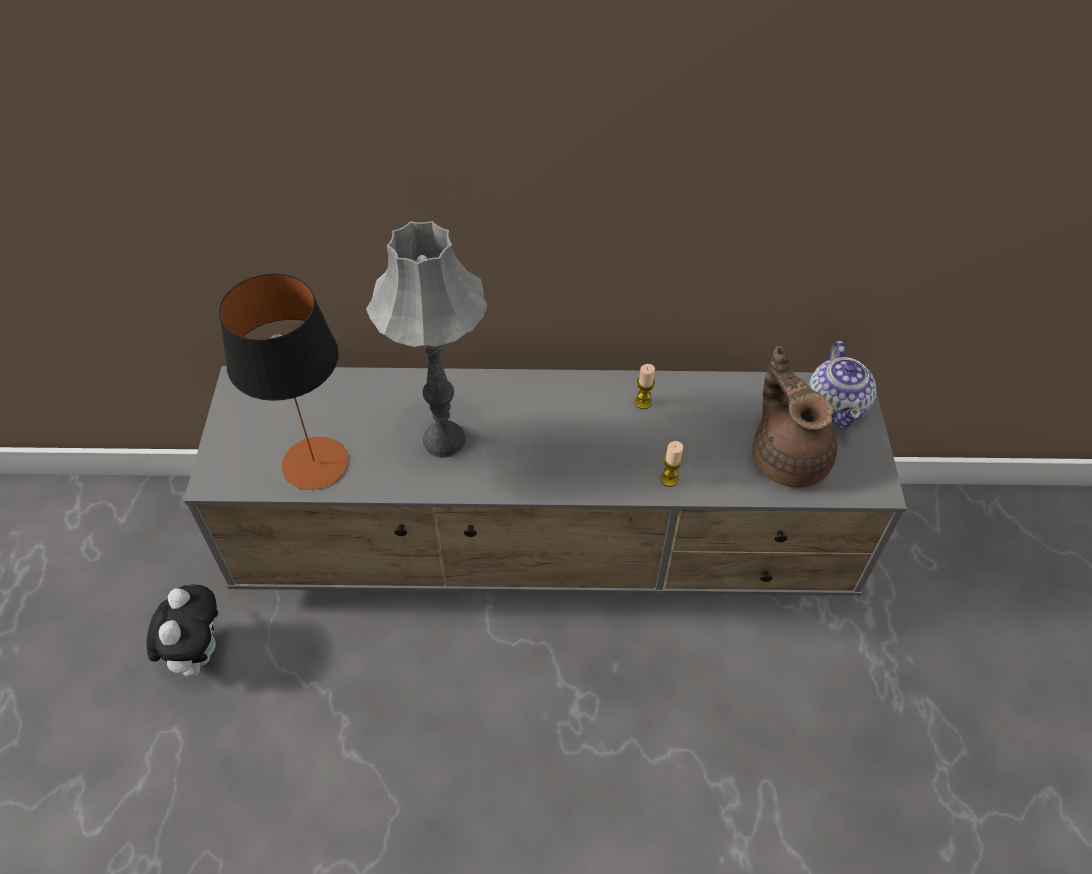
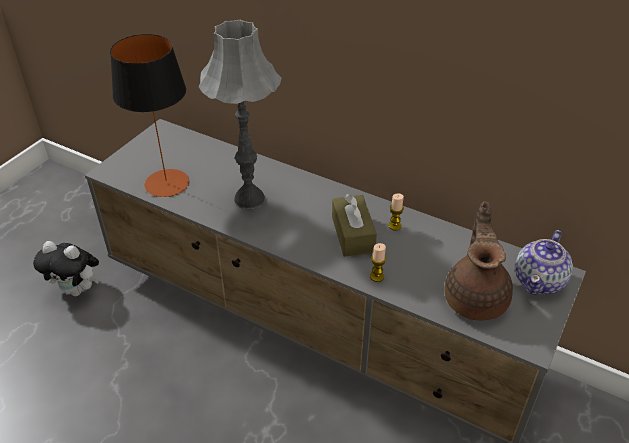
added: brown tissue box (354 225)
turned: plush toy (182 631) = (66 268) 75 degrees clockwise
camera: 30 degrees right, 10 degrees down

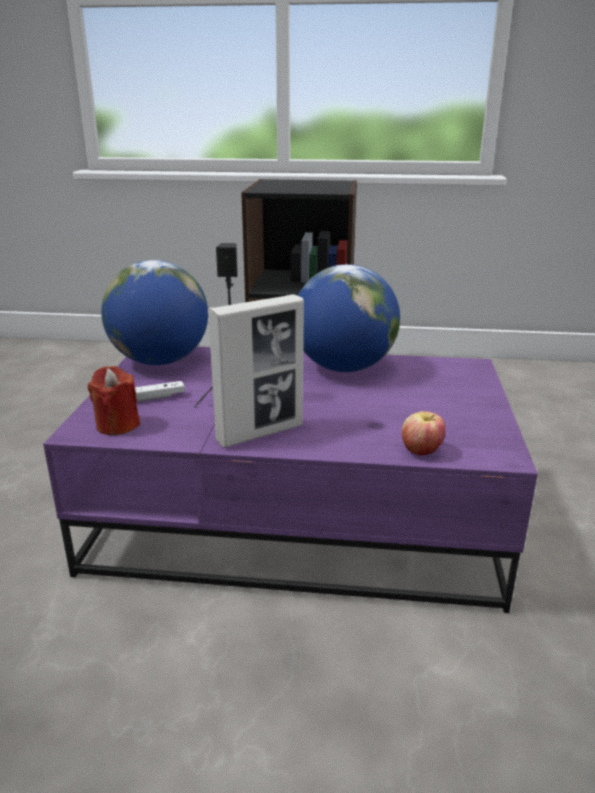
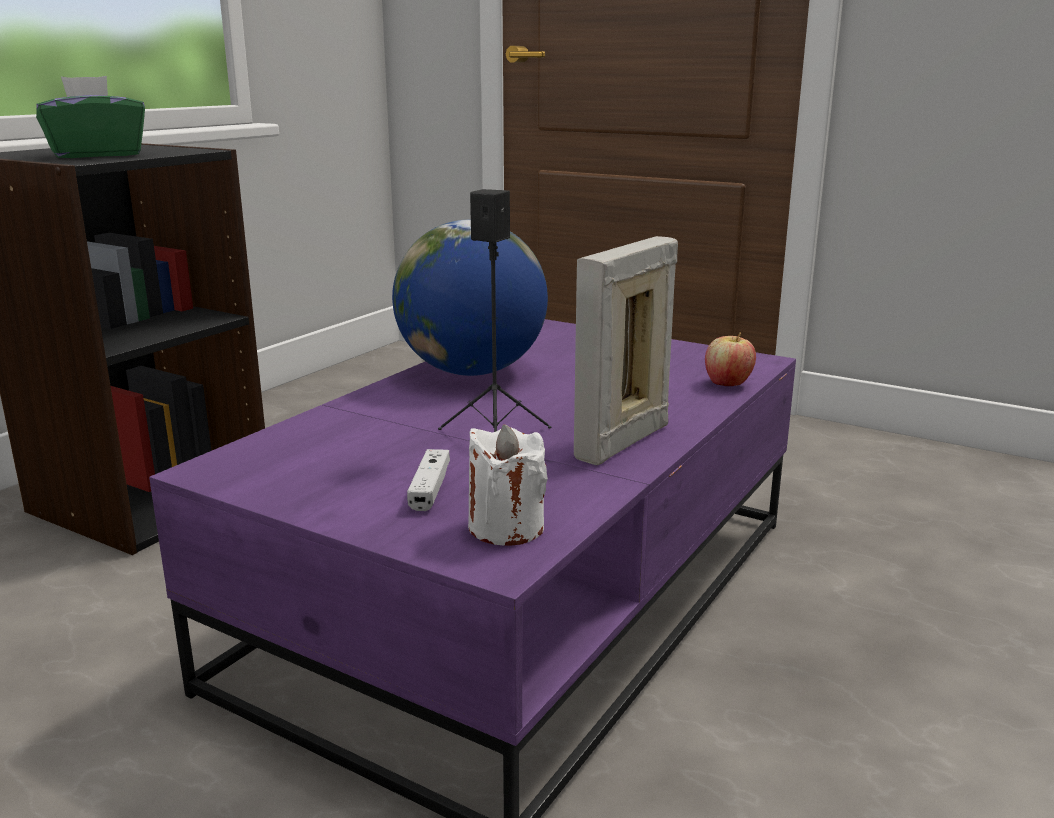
removed: globe (154 312)
added: green tissue box (90 117)
recoloured: red candle (114 400) to white candle (508 485)
turned: picture frame (256 371) = (626 350) 135 degrees counterclockwise
camera: 65 degrees left, 5 degrees down

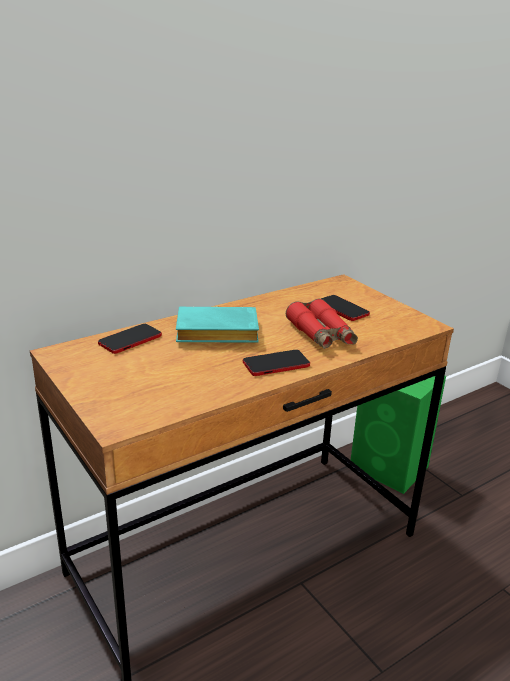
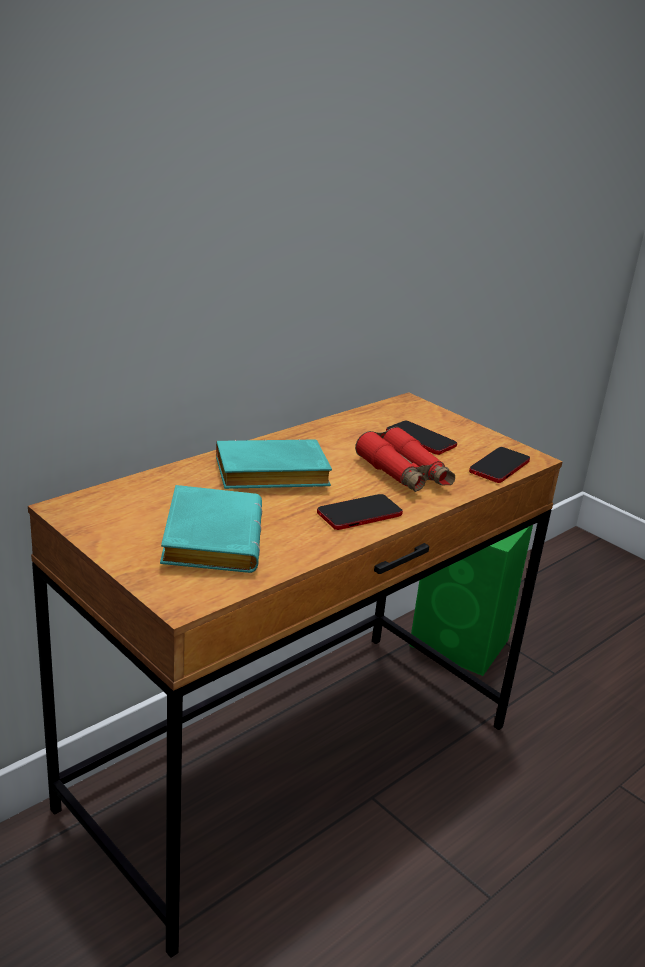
added: turquoise book (211 529)
moved: phone (130 339) to (499 465)
camera: 10 degrees left, 0 degrees up

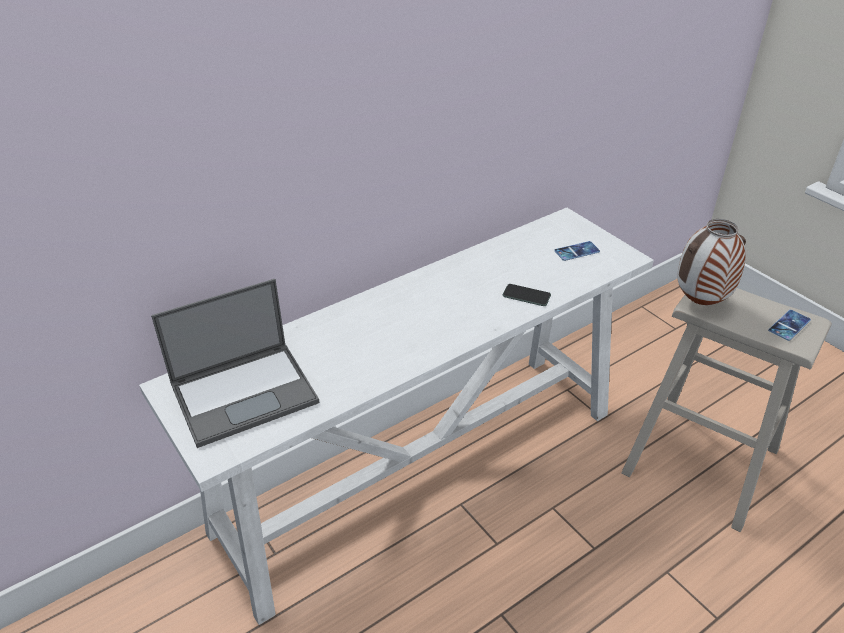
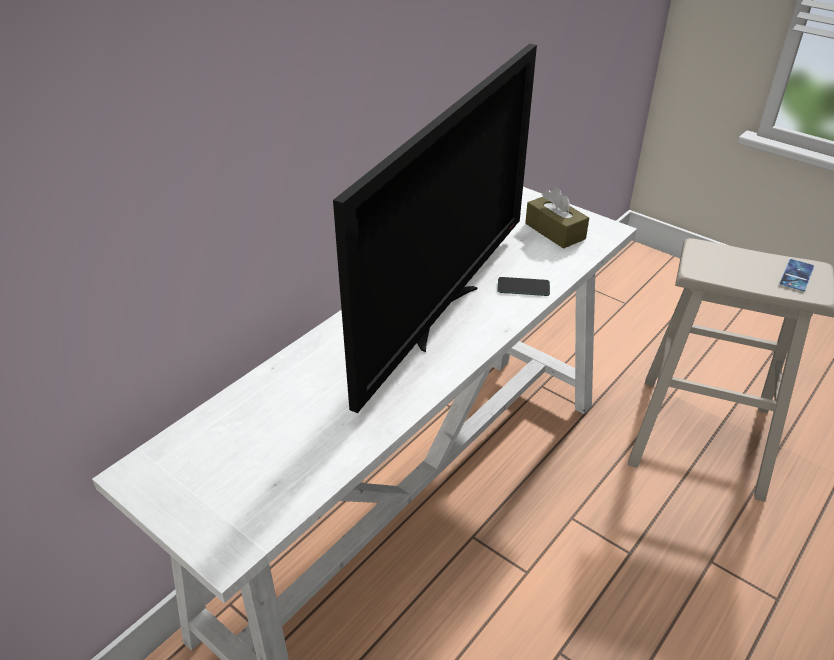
removed: laptop (235 363); vase (711 262)
added: television (435 228)
replaced: phone (577 251) to brown tissue box (557 218)
camera: 15 degrees left, 0 degrees up

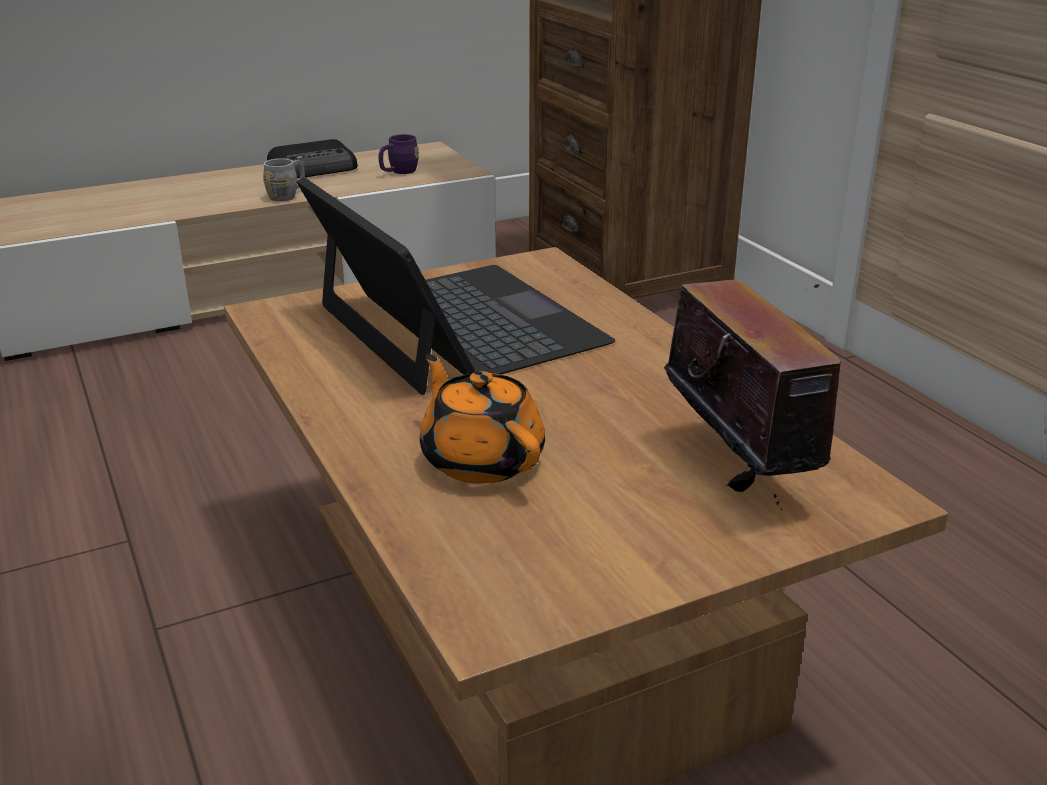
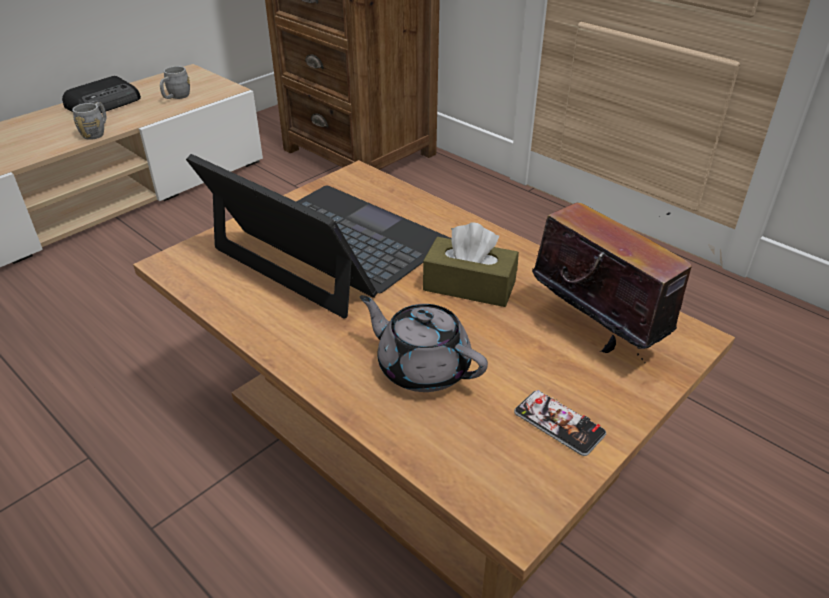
added: brown tissue box (471 264); phone (560 423)
recoloured: purple mug (399 154) to grey mug (175 82); orange teapot (482 419) to grey teapot (424 343)
camera: 20 degrees left, 10 degrees up

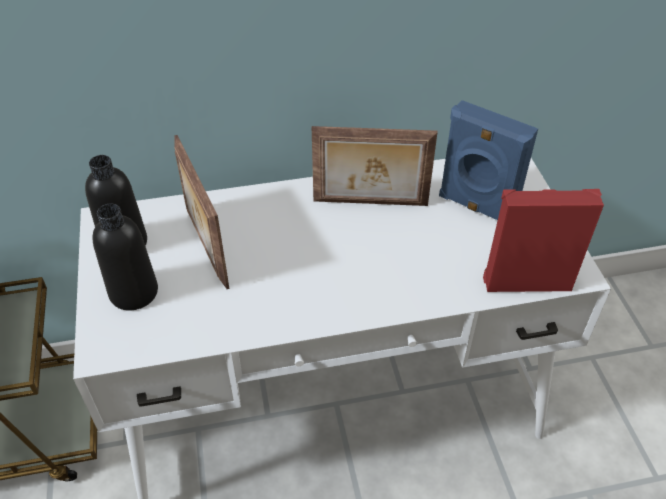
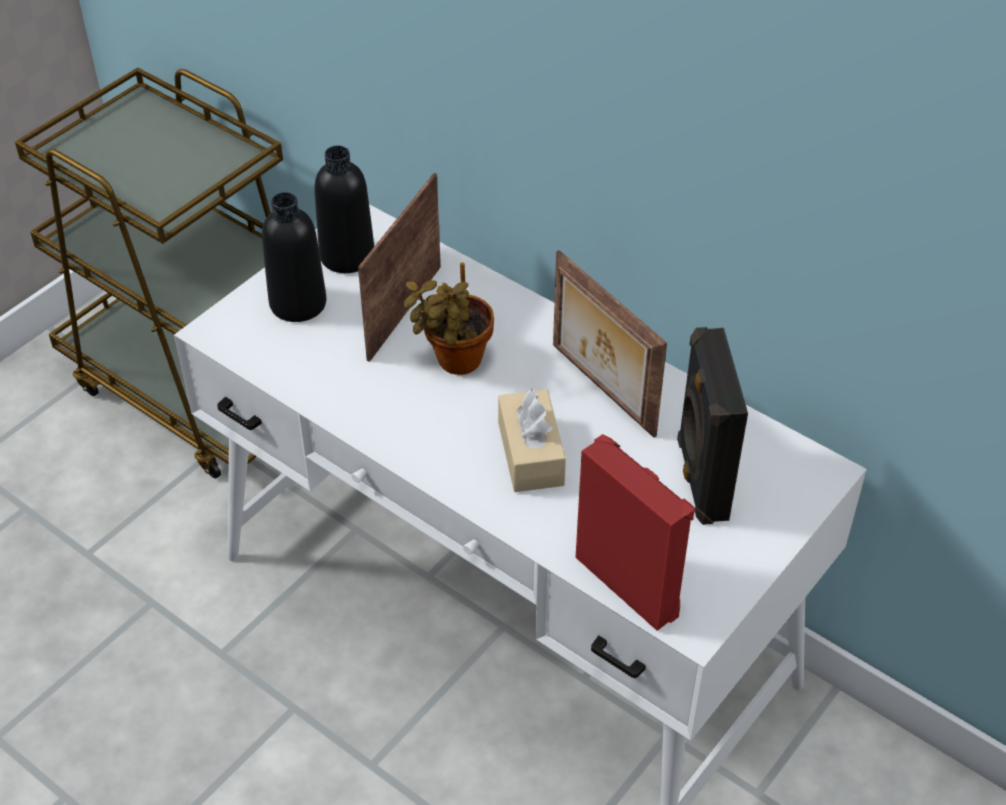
added: potted plant (448 318); beige tissue box (532 440)
recoloured: blue speaker (488 160) to black speaker (712 426)
camera: 50 degrees right, 0 degrees up

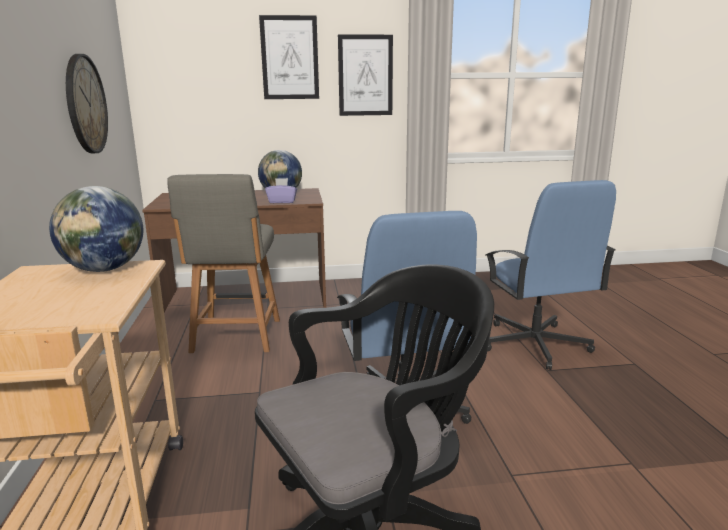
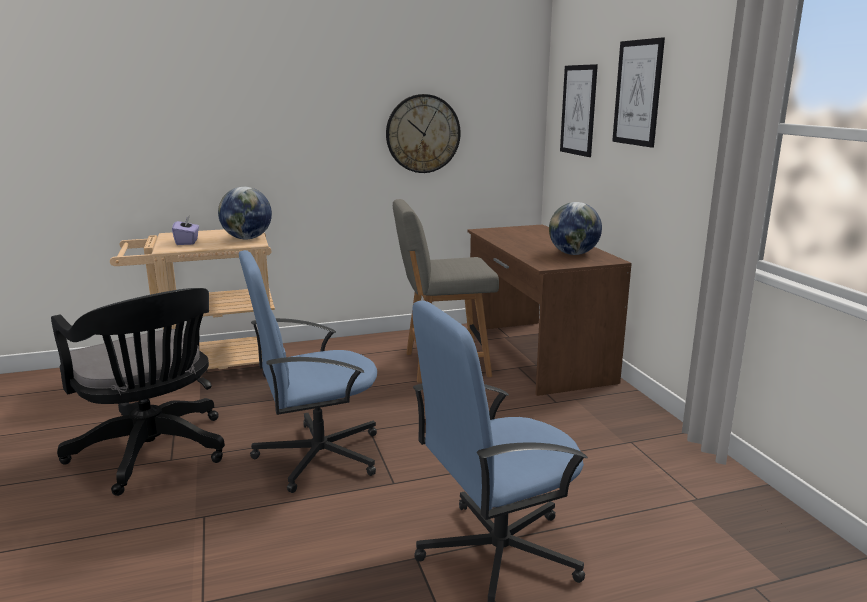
moved: purple tissue box (281 190) to (185 230); picture (365 75) to (579 110)
camera: 80 degrees right, 0 degrees up

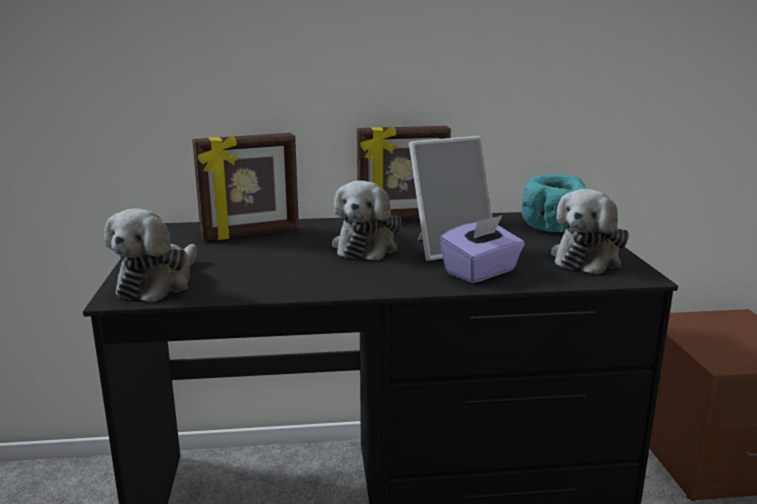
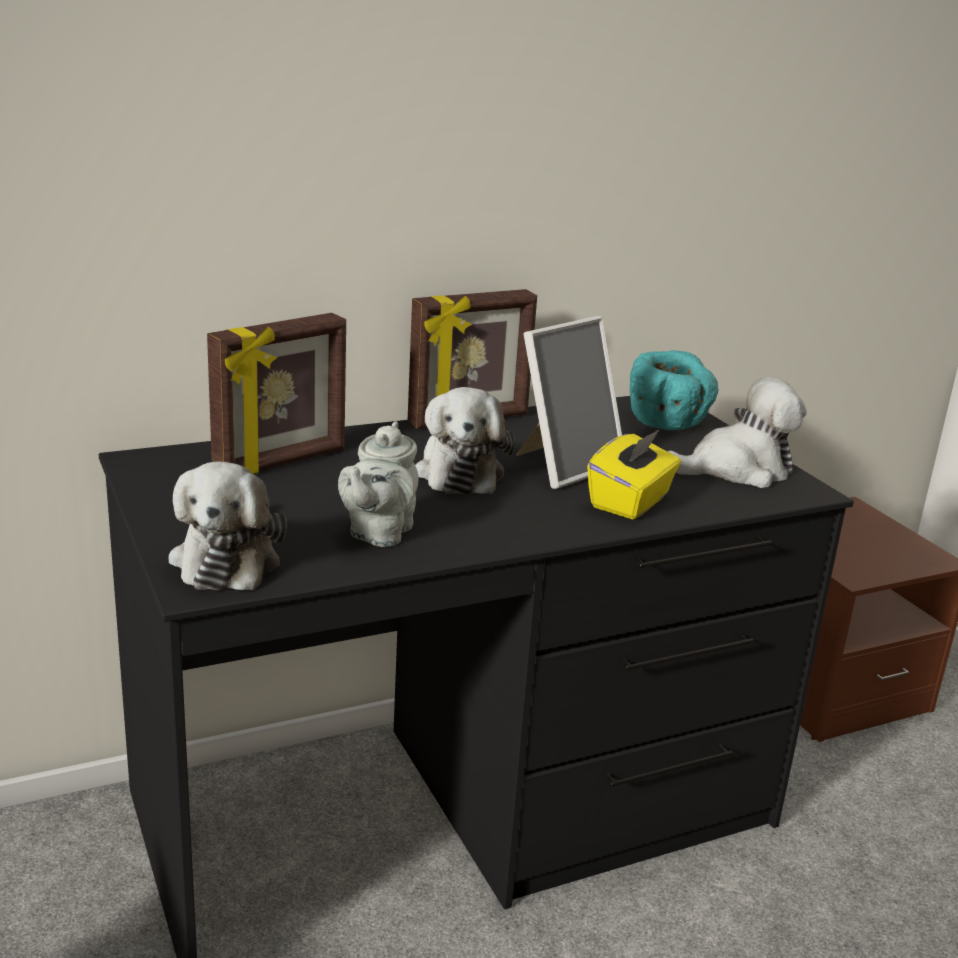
added: grey teapot (378 484)
recoloured: purple tissue box (482 249) to yellow tissue box (634 474)
turned: plush toy (590 231) = (737 432) 120 degrees counterclockwise
camera: 20 degrees left, 5 degrees up

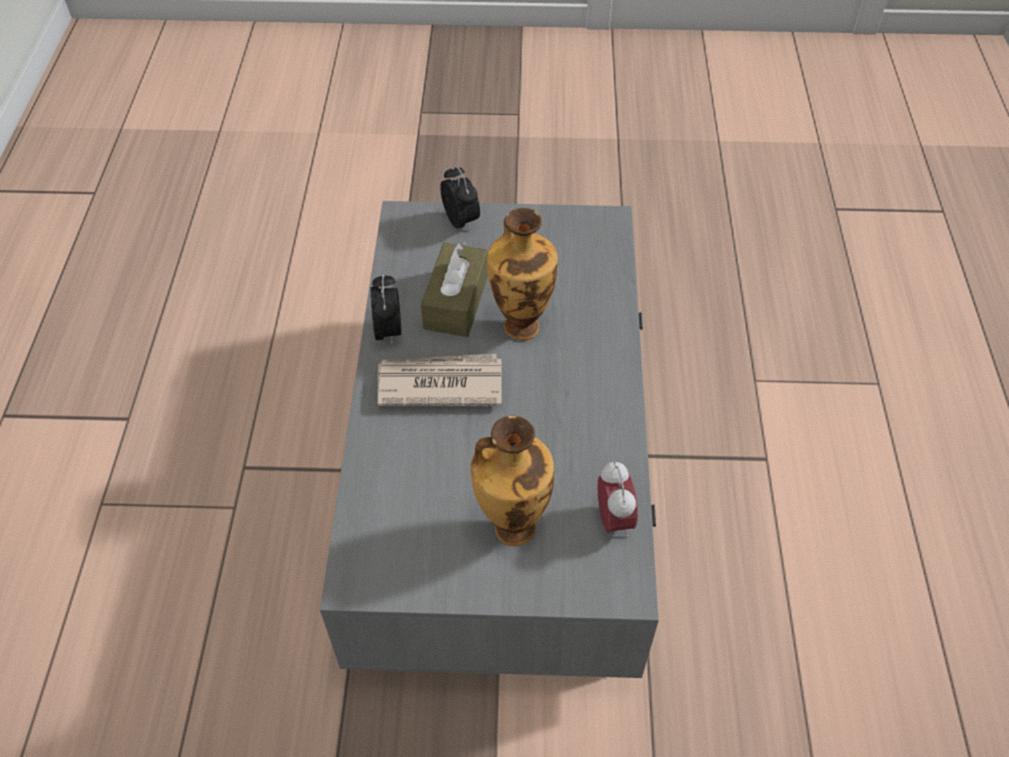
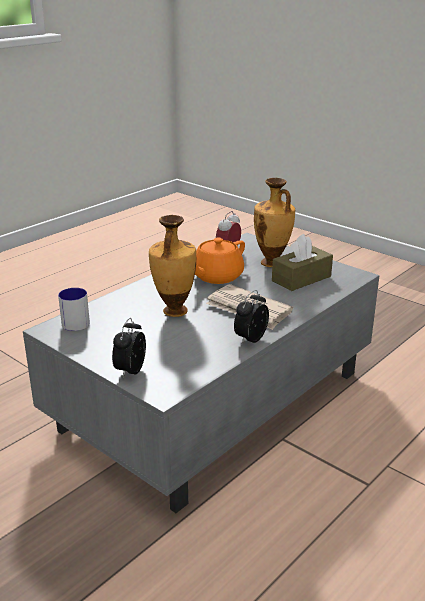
added: mug (74 309); orange teapot (220 261)
moved: brown tissue box (454 289) to (302 262)
camera: 140 degrees left, 25 degrees down

